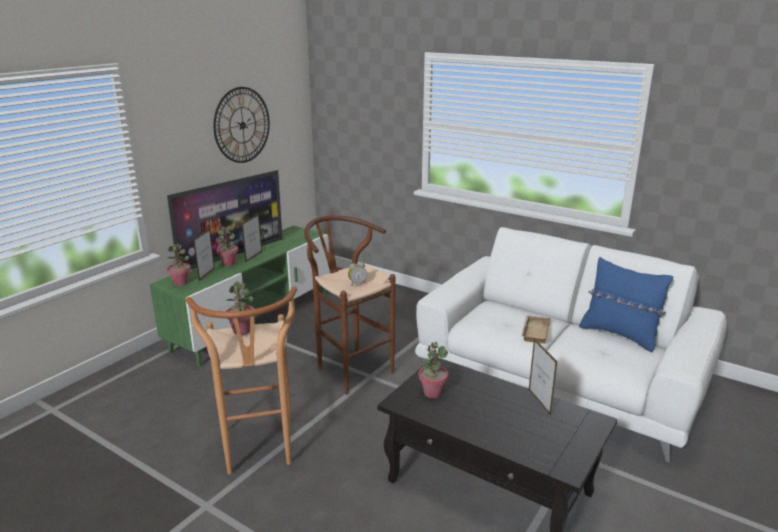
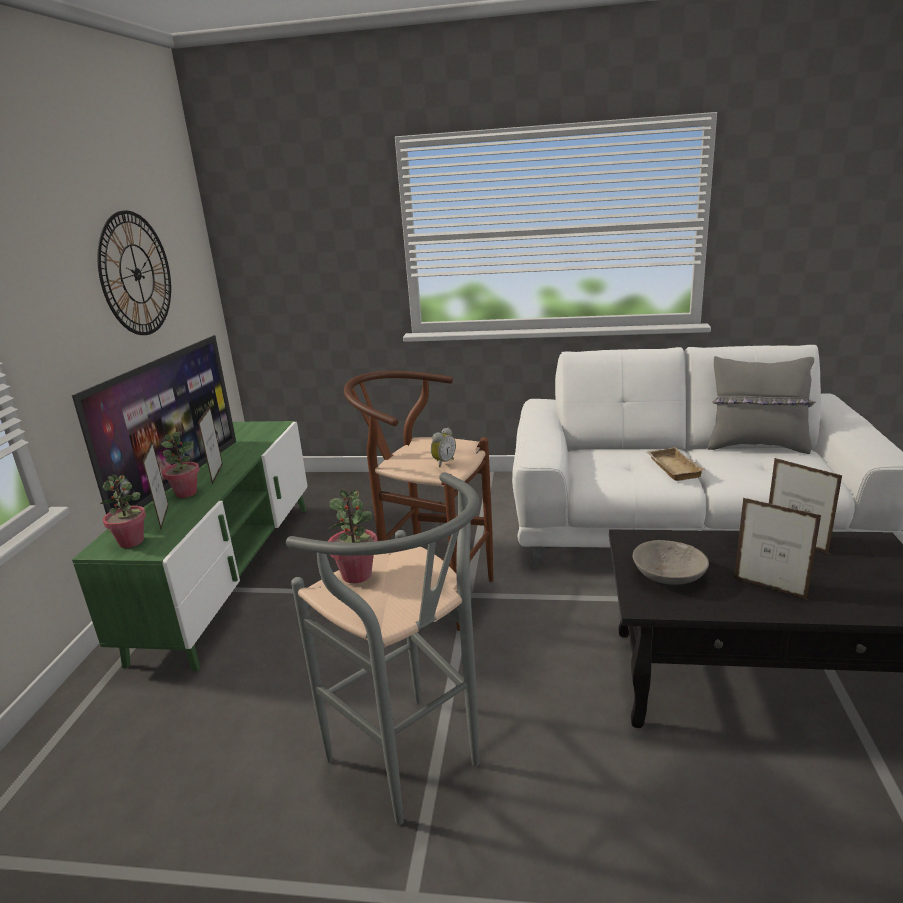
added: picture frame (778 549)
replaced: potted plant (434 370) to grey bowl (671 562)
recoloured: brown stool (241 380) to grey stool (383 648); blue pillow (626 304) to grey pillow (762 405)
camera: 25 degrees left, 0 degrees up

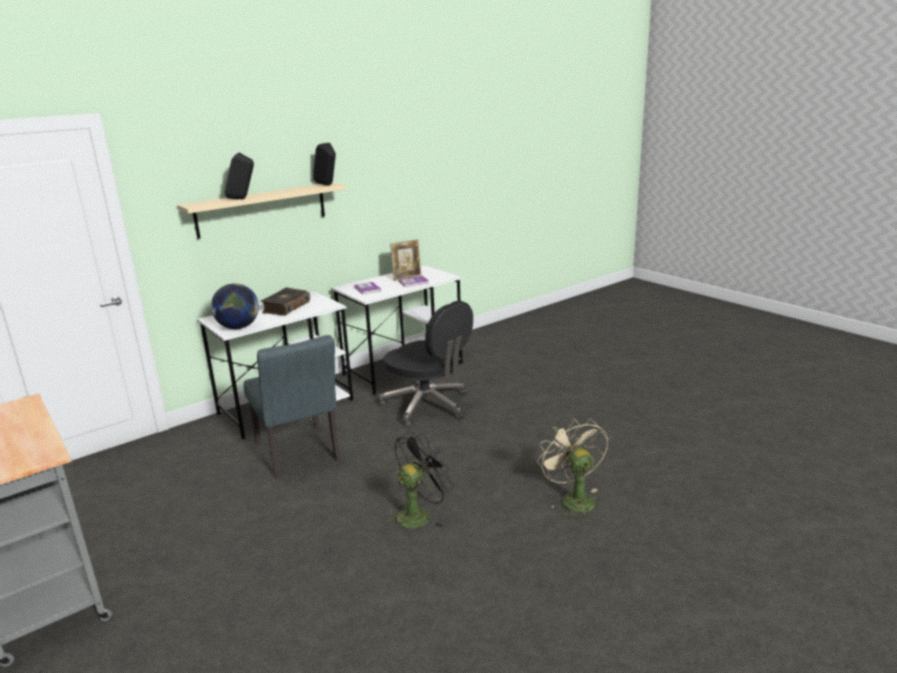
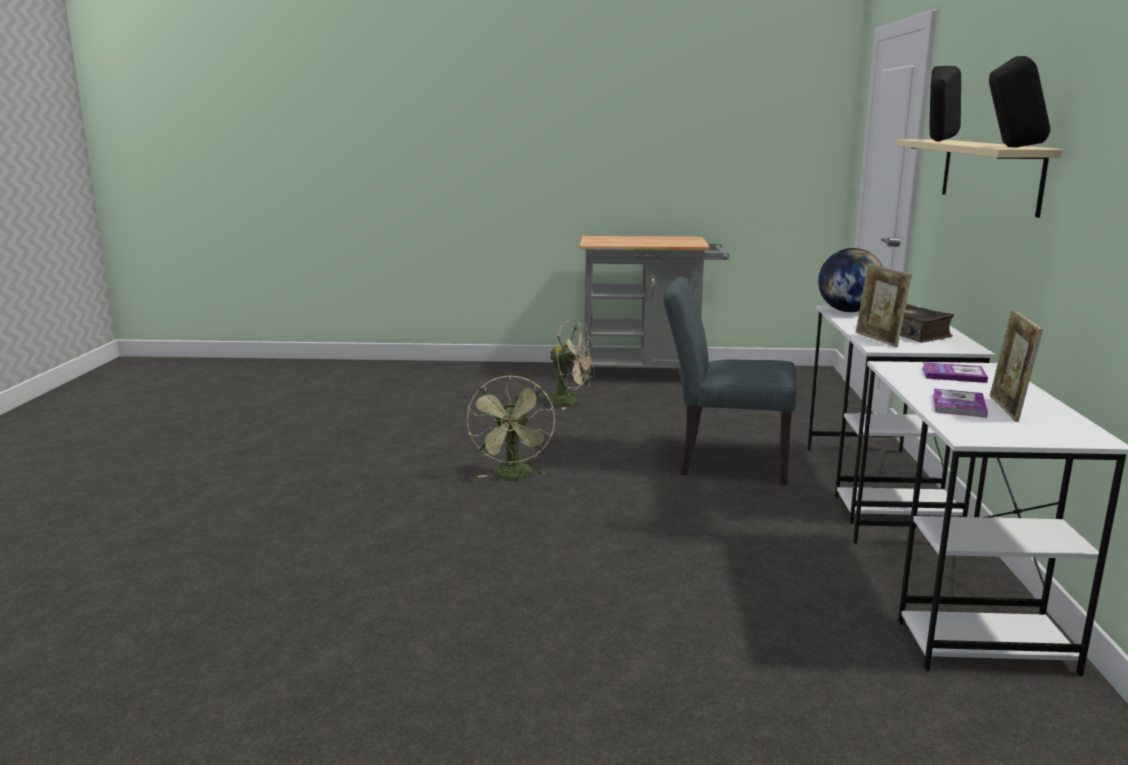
removed: black office chair (426 364)
added: picture frame (884 305)
moved: beige fan (572 469) to (569 365)
recoloured: black fan (420 480) to green fan (511 427)
camera: 130 degrees right, 5 degrees down

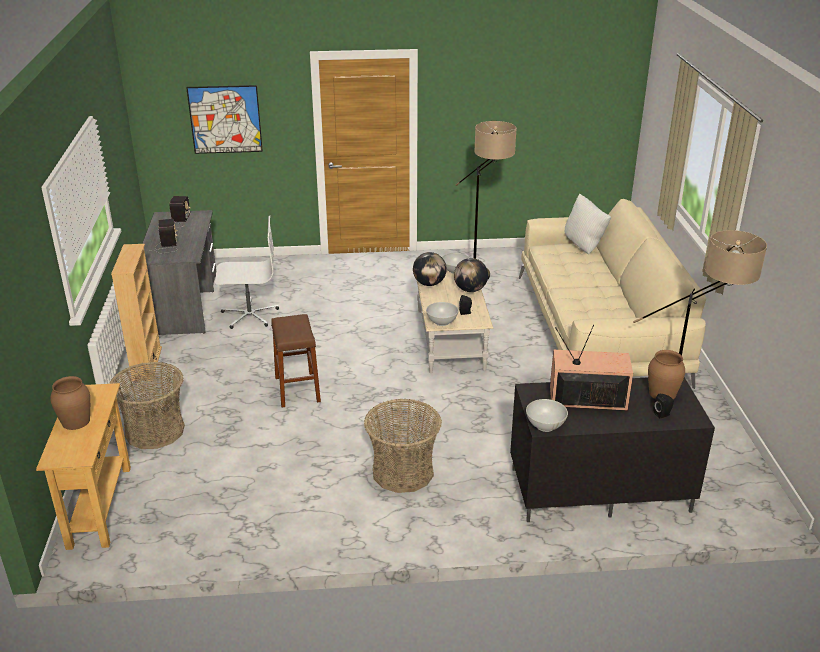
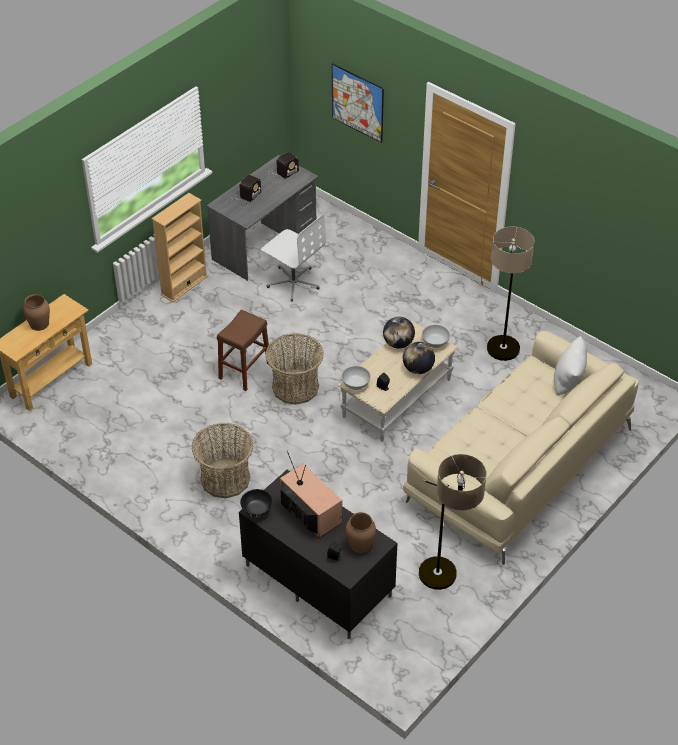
moved: basket (147 405) to (295 369)
recoloured: white bowl (547 415) to black bowl (256 503)
camera: 45 degrees right, 15 degrees up

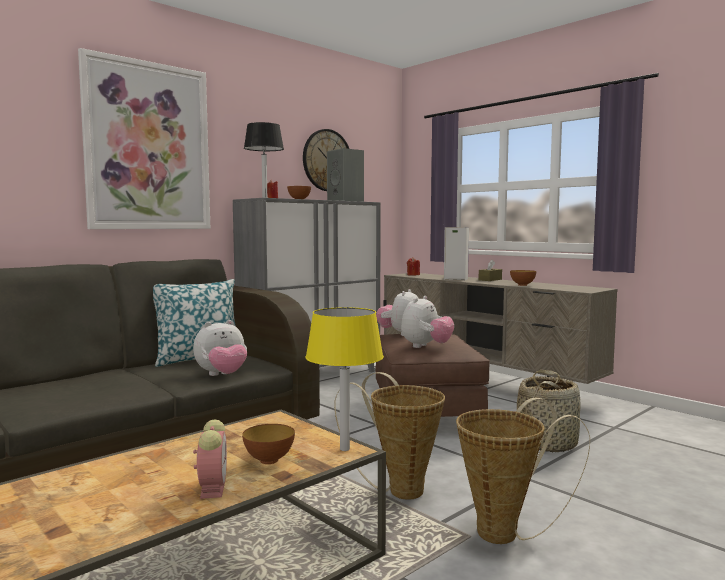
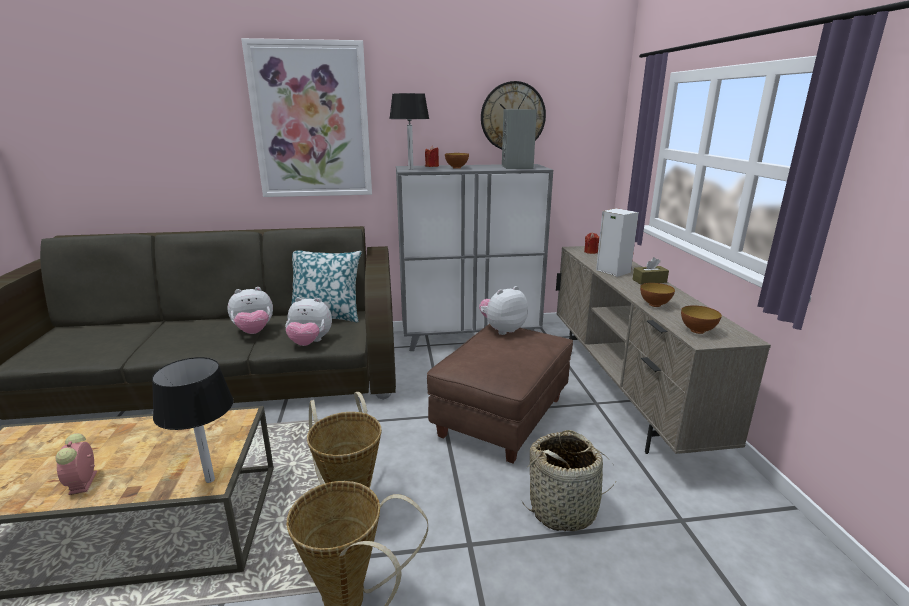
moved: bowl (268 444) to (701 319); plush toy (427 322) to (250 310)
recoloured: yellow table lamp (344 379) to black table lamp (193 420)
turned: alarm clock (210 459) = (76 464) 135 degrees clockwise
camera: 35 degrees right, 15 degrees up

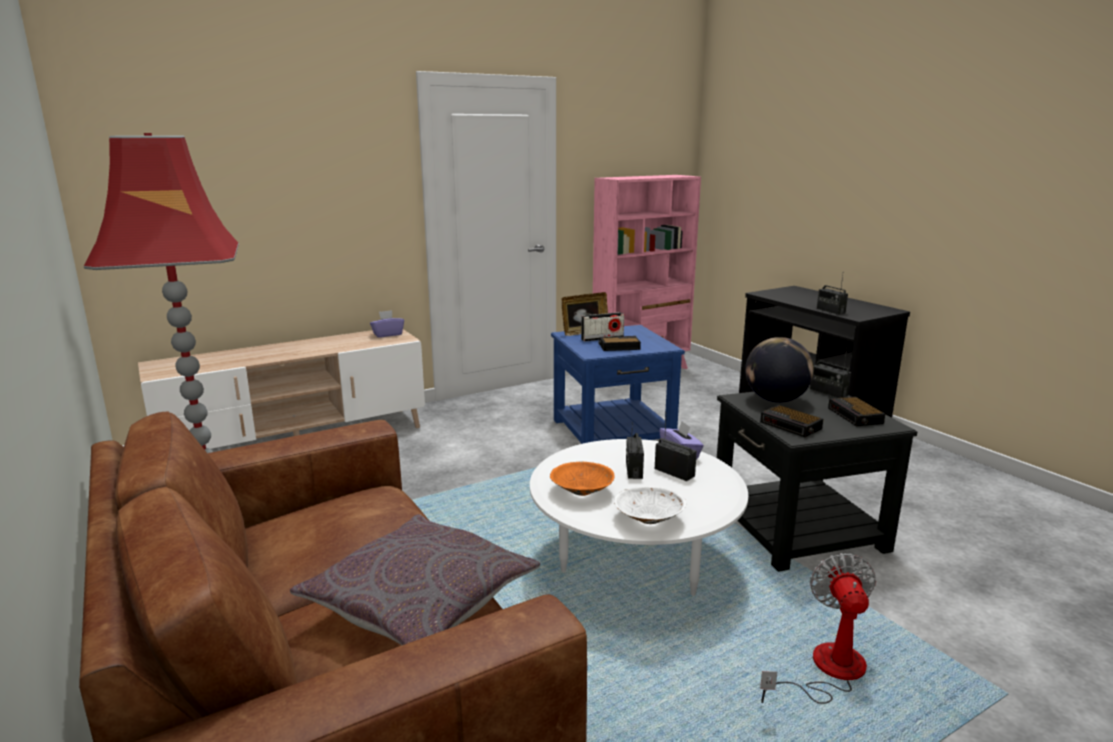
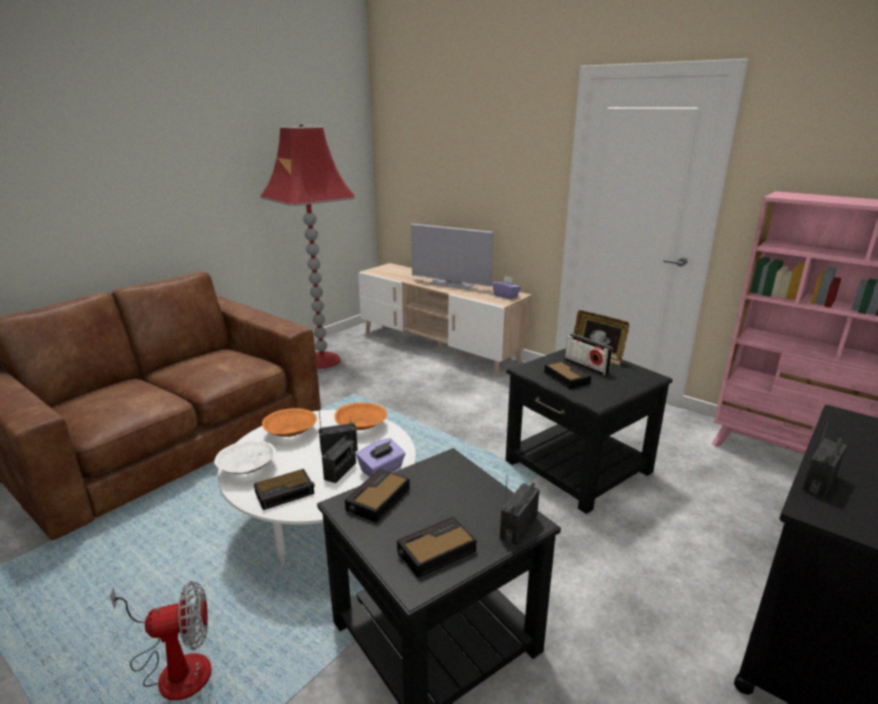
removed: grey pillow (415 579); globe (779 370)
added: alarm clock (284 489); orange bowl (360 416); television (452 256)
recoloured: blue side table (618 384) to black side table (589 431)
camera: 70 degrees right, 5 degrees up

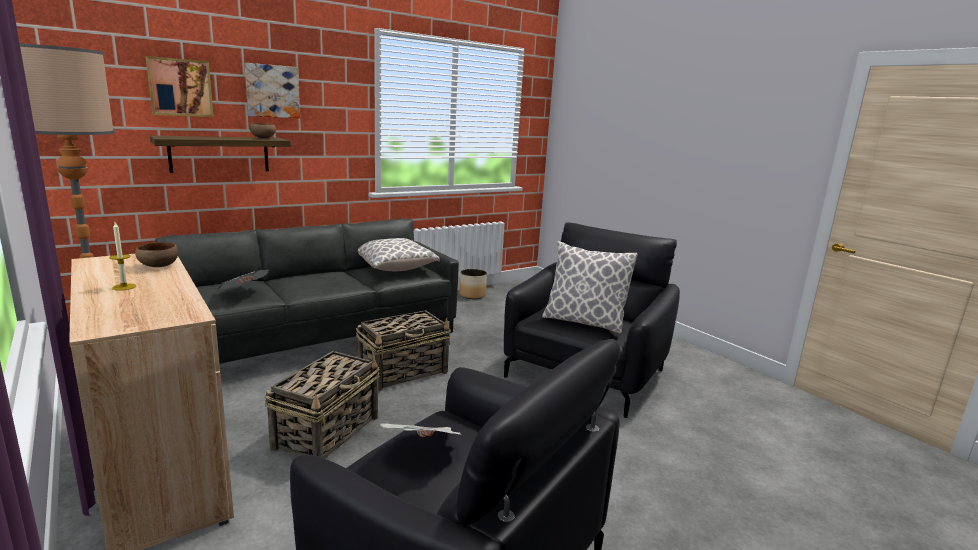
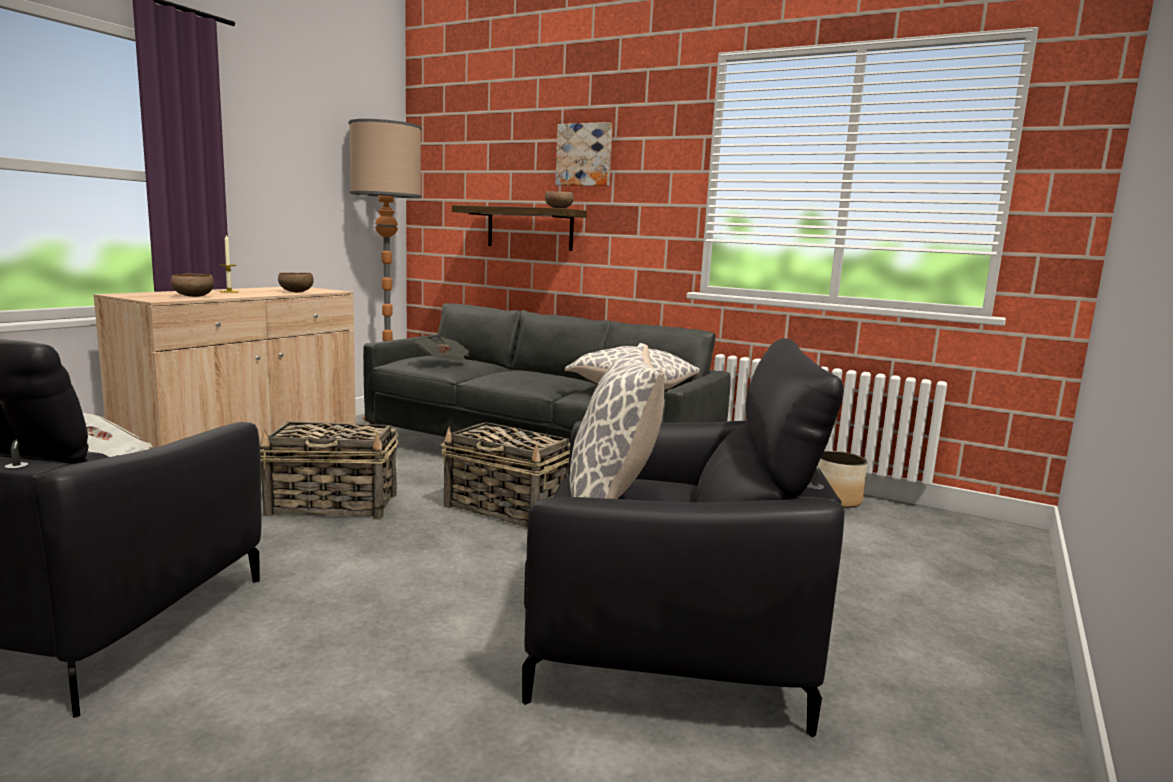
removed: picture (179 86)
added: brown bowl (192 285)
camera: 65 degrees right, 5 degrees down

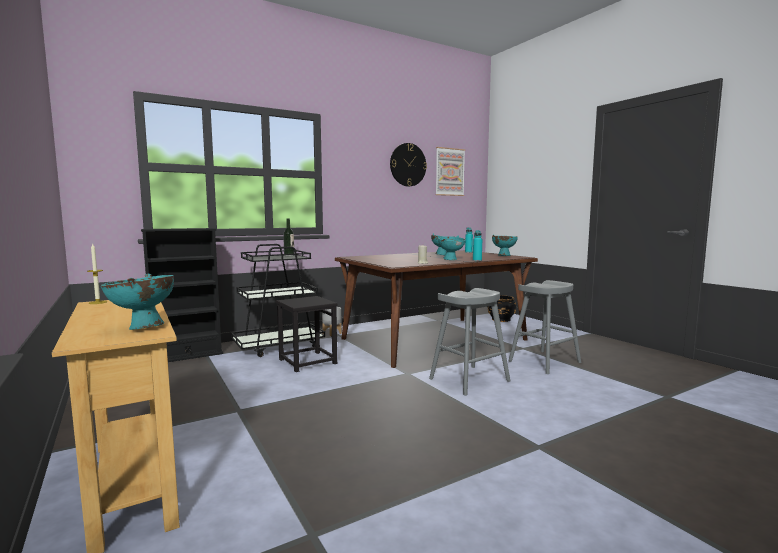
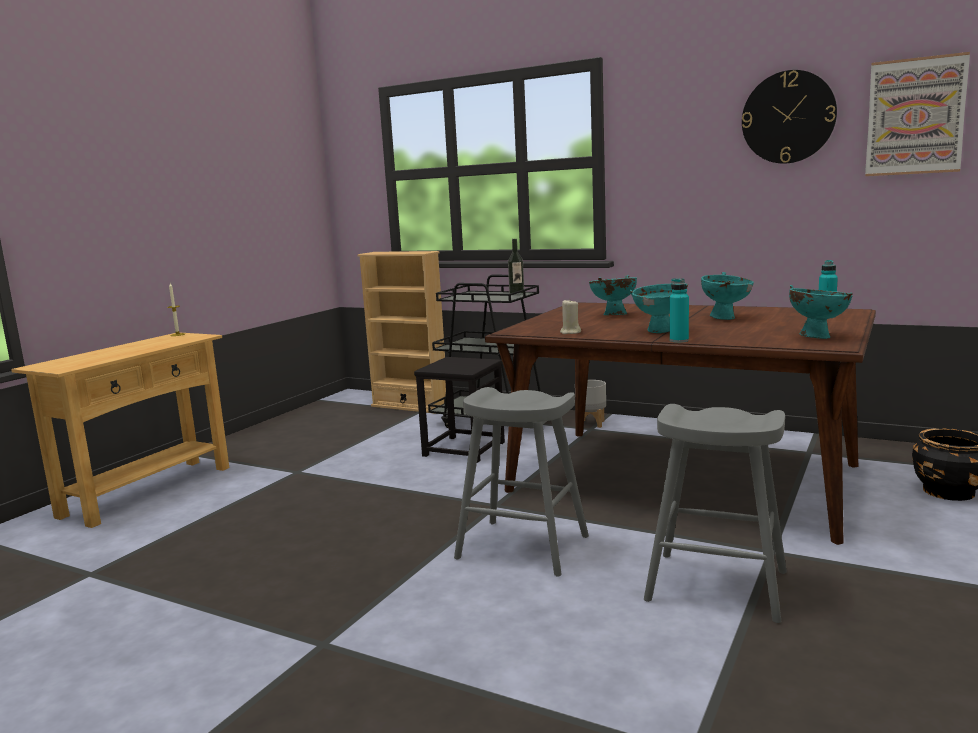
moved: turquoise bowl (137 302) to (613 295)
recoloured: black bookcase (182 295) to beige bookcase (401 332)
camera: 60 degrees right, 5 degrees up

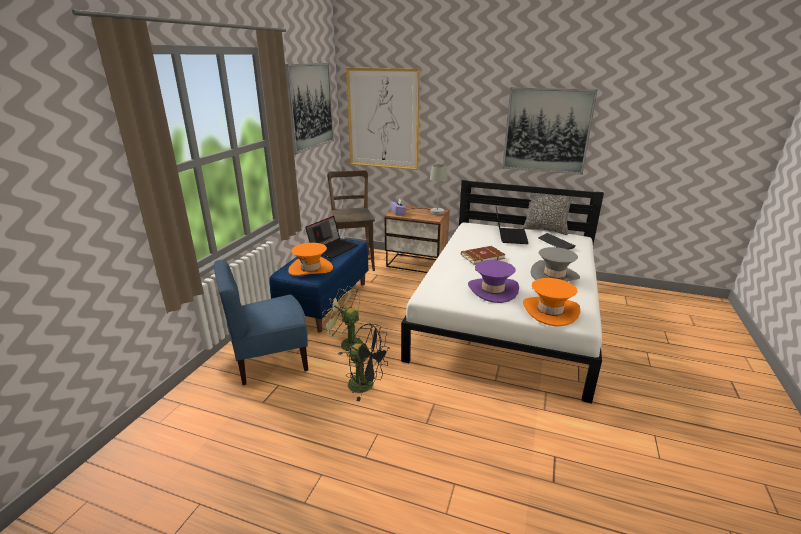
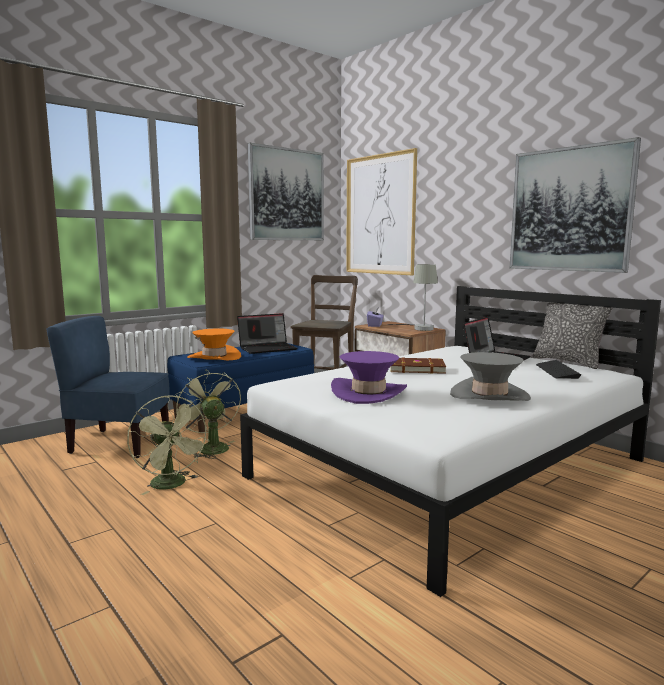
removed: orange hat (551 302)
recoloured: black fan (368 362) to green fan (168 445)
camera: 30 degrees right, 15 degrees down

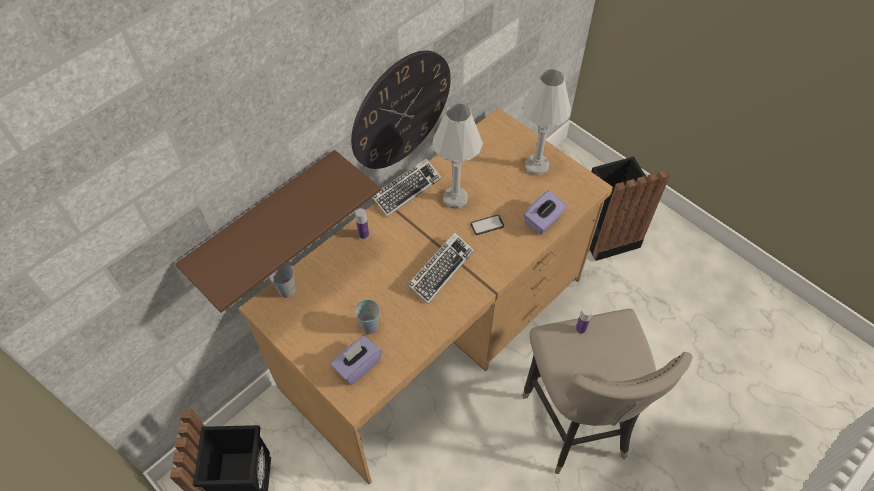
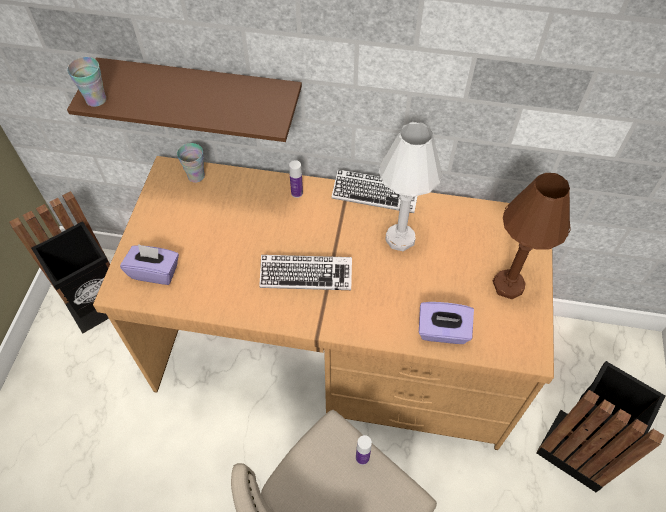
removed: wall clock (401 110); phone (487 225)
moved: cup (367 317) to (86 82)
recoloured: white table lamp (547 122) to brown table lamp (531 236)
camera: 55 degrees right, 0 degrees up

